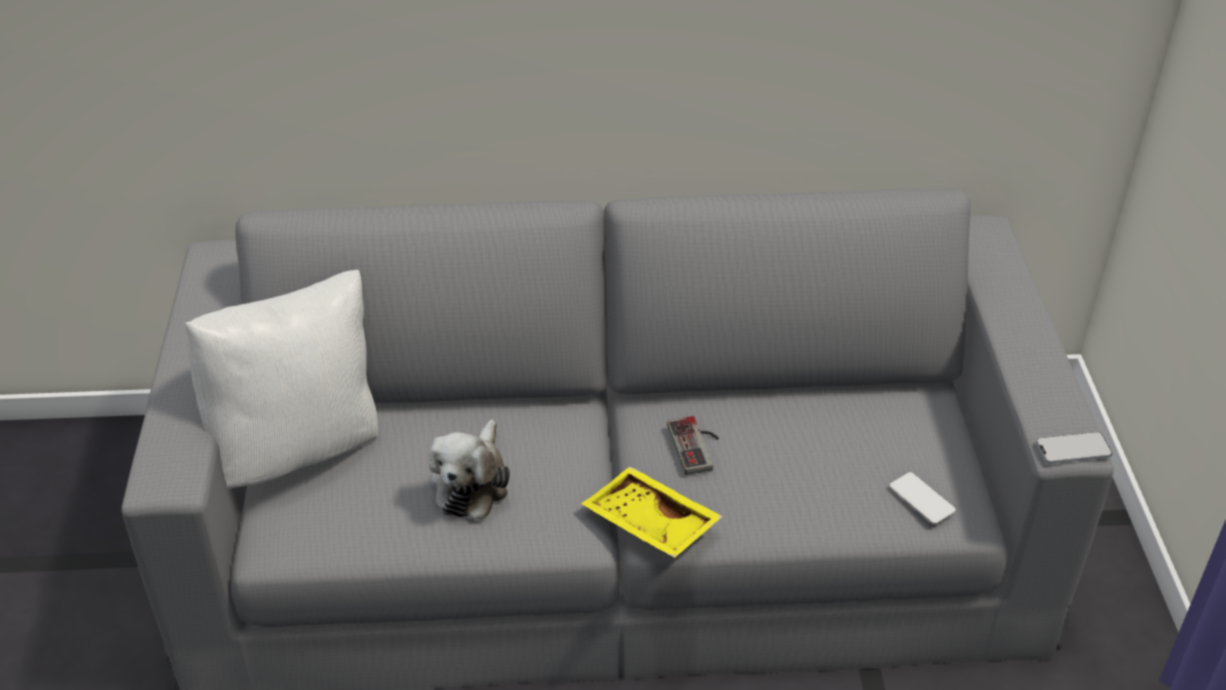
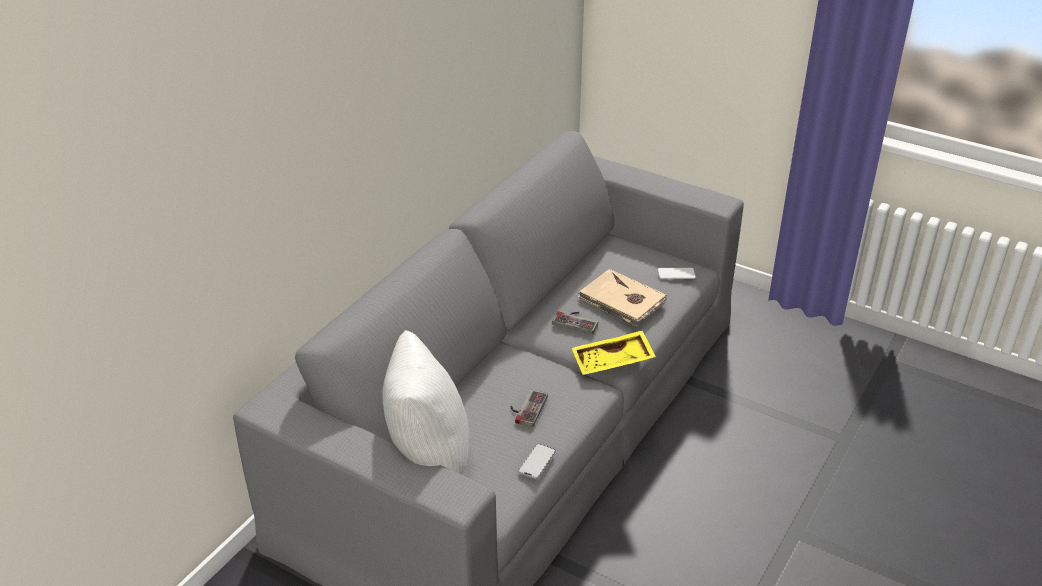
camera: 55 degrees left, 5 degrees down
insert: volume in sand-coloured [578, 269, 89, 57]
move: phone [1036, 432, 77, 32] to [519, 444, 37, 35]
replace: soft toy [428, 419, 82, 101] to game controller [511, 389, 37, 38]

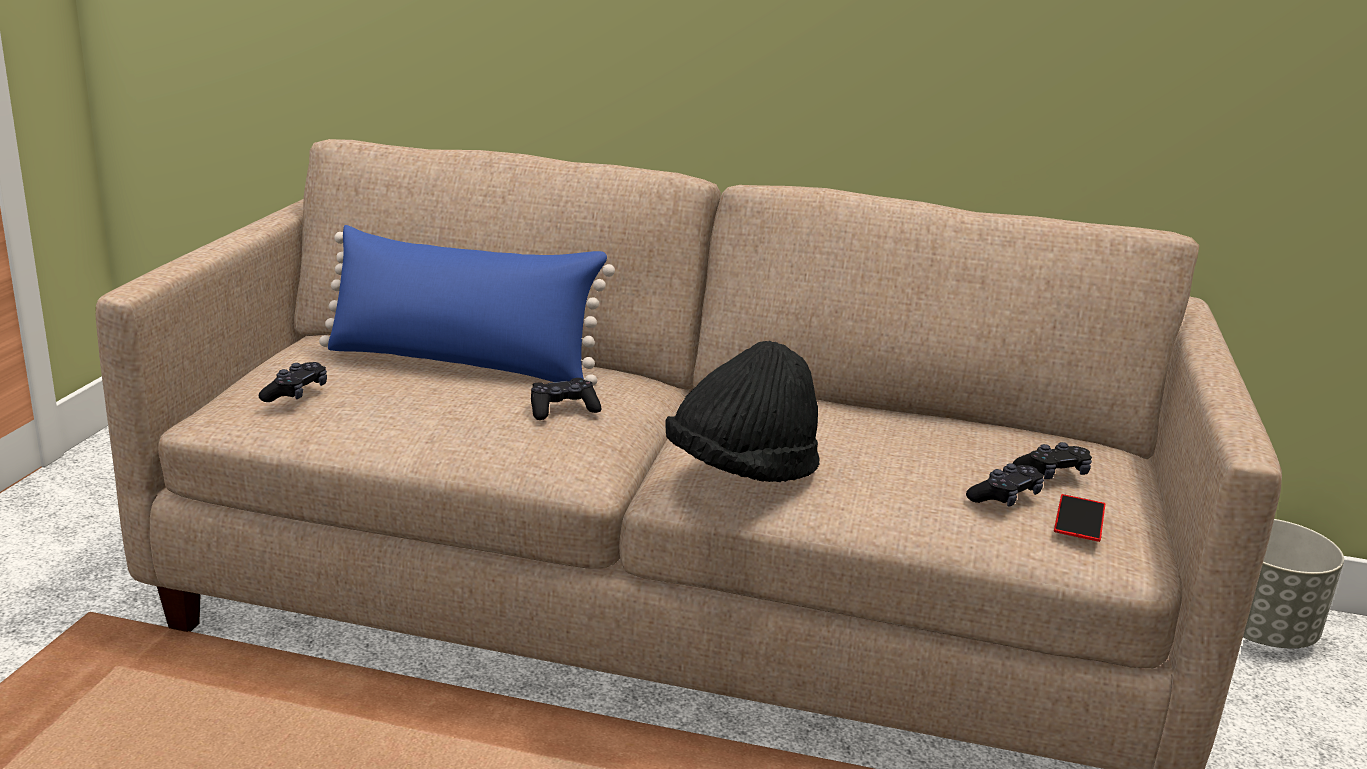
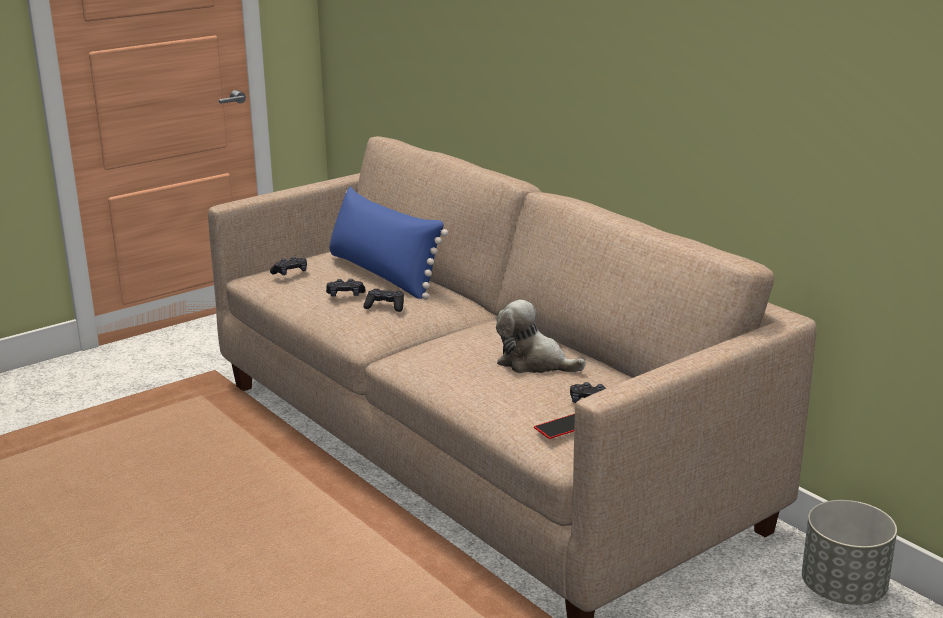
camera: 40 degrees right, 0 degrees up
delete: hat in black-coloured [666, 341, 154, 141]
insert: soft toy [496, 300, 90, 73]
move: game controller in black-coloured [966, 463, 78, 44] to [326, 279, 40, 17]

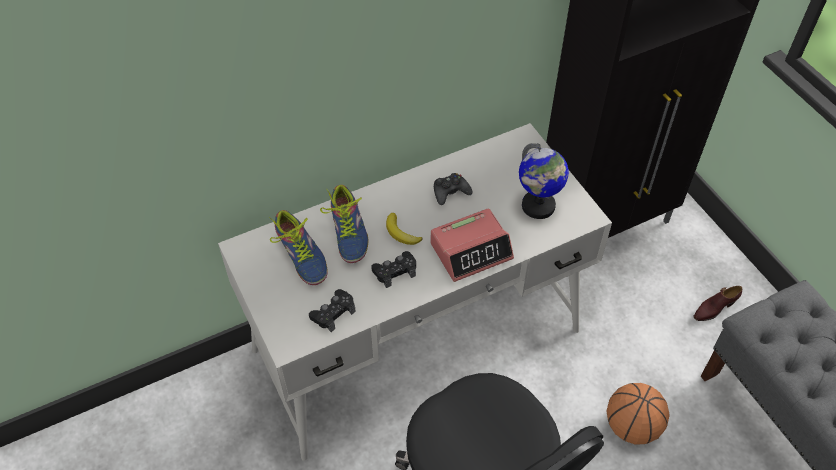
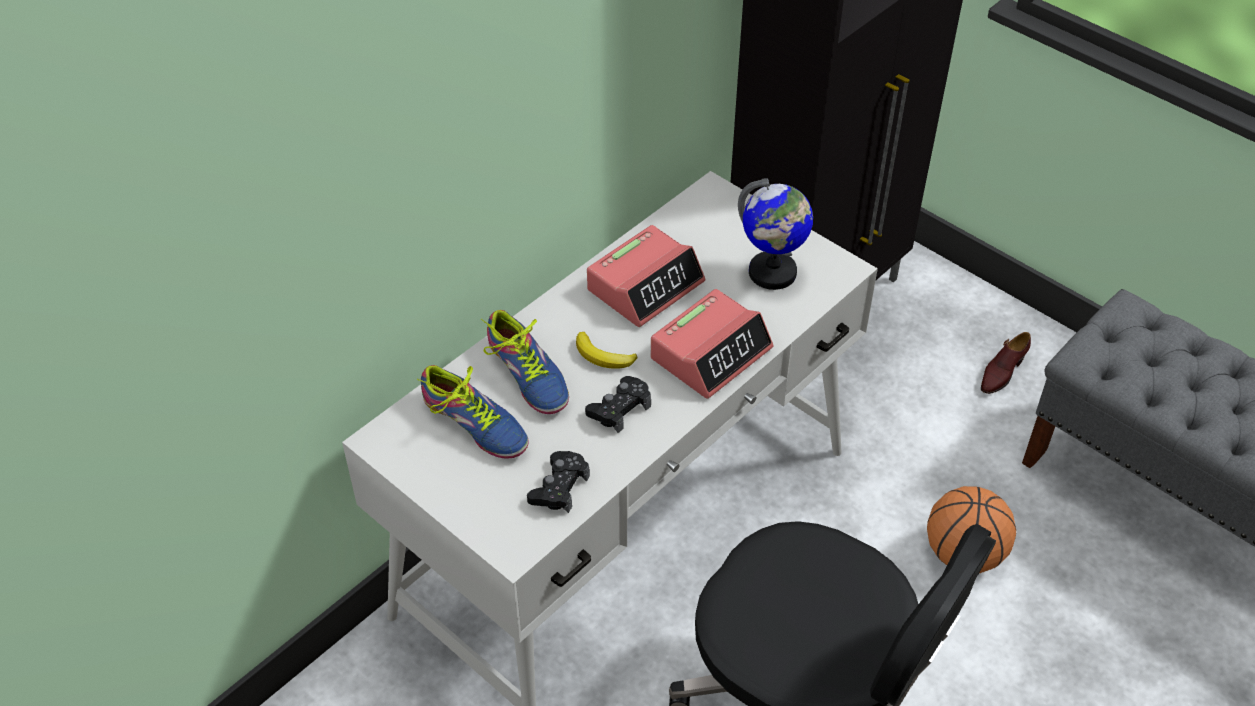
camera: 20 degrees left, 5 degrees down
replace: game controller in black-coloured [434, 173, 38, 32] to bedside clock [587, 225, 118, 102]

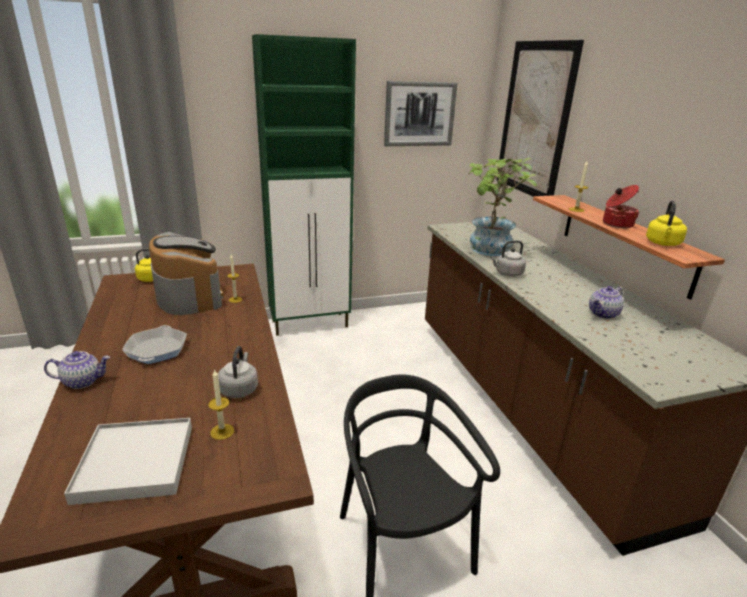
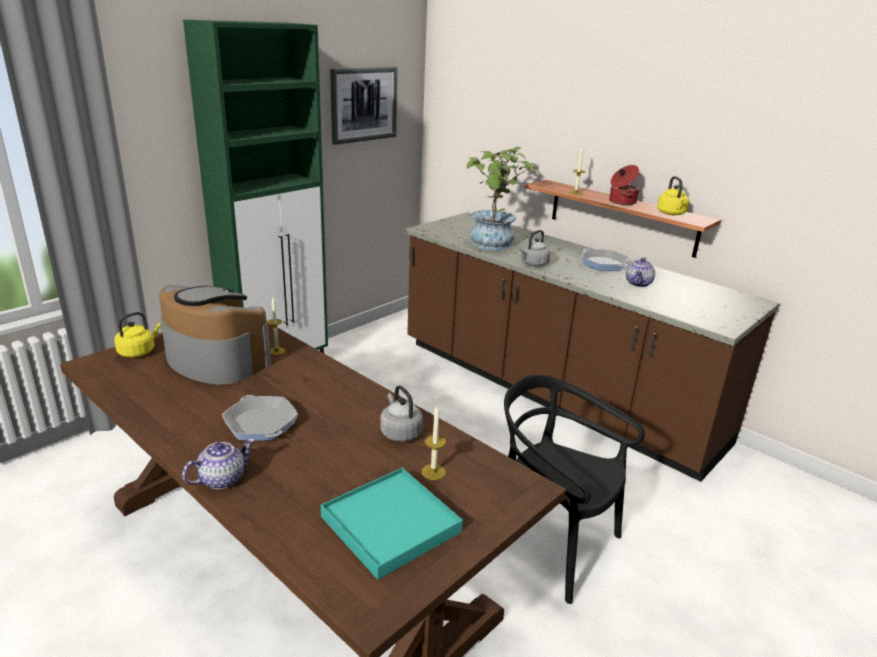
camera: 30 degrees left, 0 degrees up
delete: wall picture [496, 40, 88, 157]
insert: pan [581, 249, 48, 22]
recolor: carrying tray in whitish [64, 418, 128, 87] to carrying tray in turquoise-coloured [321, 468, 142, 112]

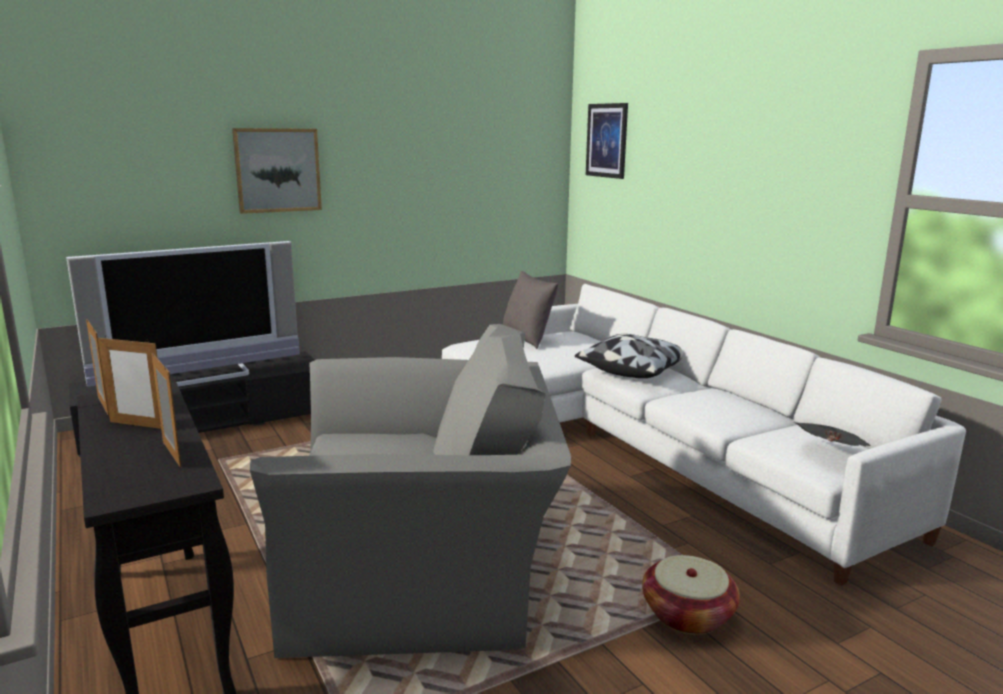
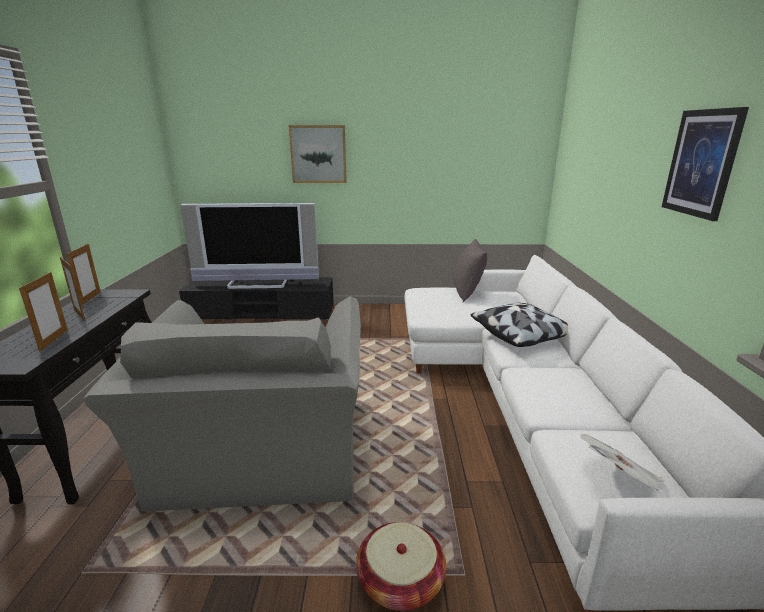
camera: 30 degrees right, 5 degrees up
move: wall picture [586, 103, 42, 76] to [662, 107, 87, 114]
rotate: easy chair in greyish [250, 324, 321, 334] = [83, 296, 278, 216] 60 degrees clockwise

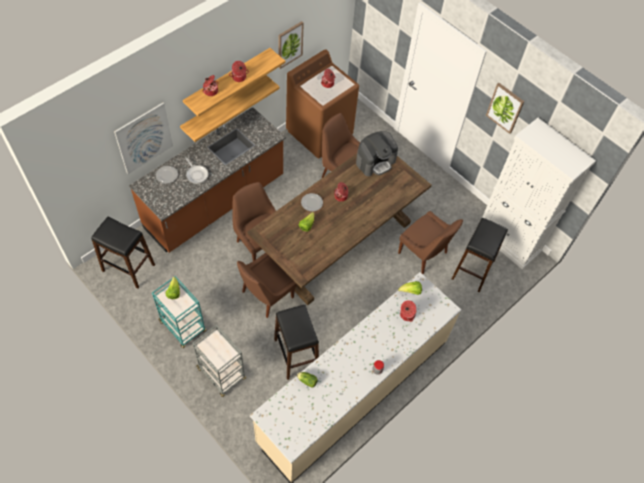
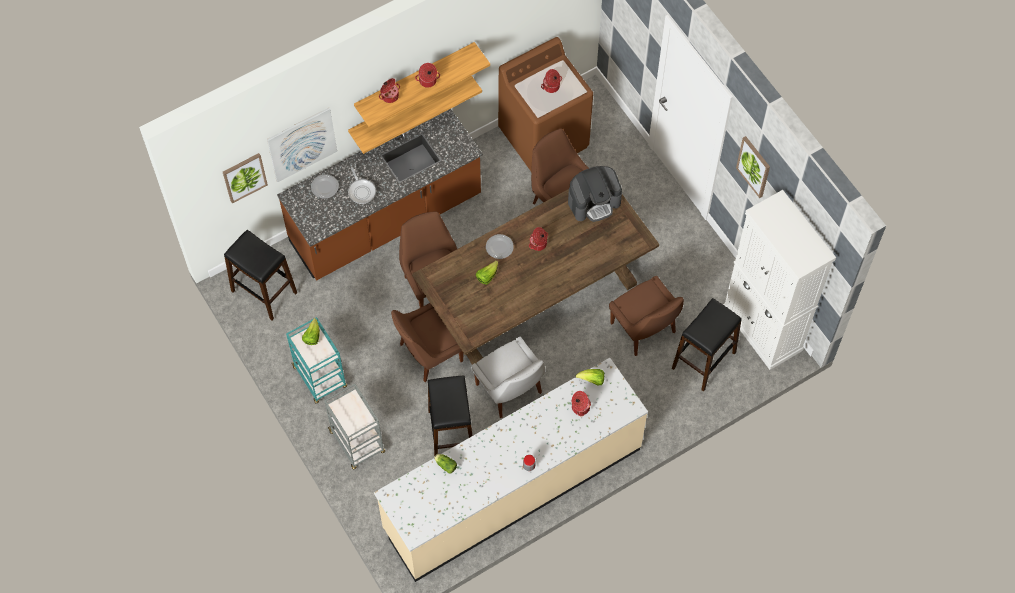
camera: 15 degrees right, 5 degrees up
insert: chair in whitish [471, 337, 74, 81]
move: wall picture [278, 21, 26, 48] to [223, 153, 45, 51]

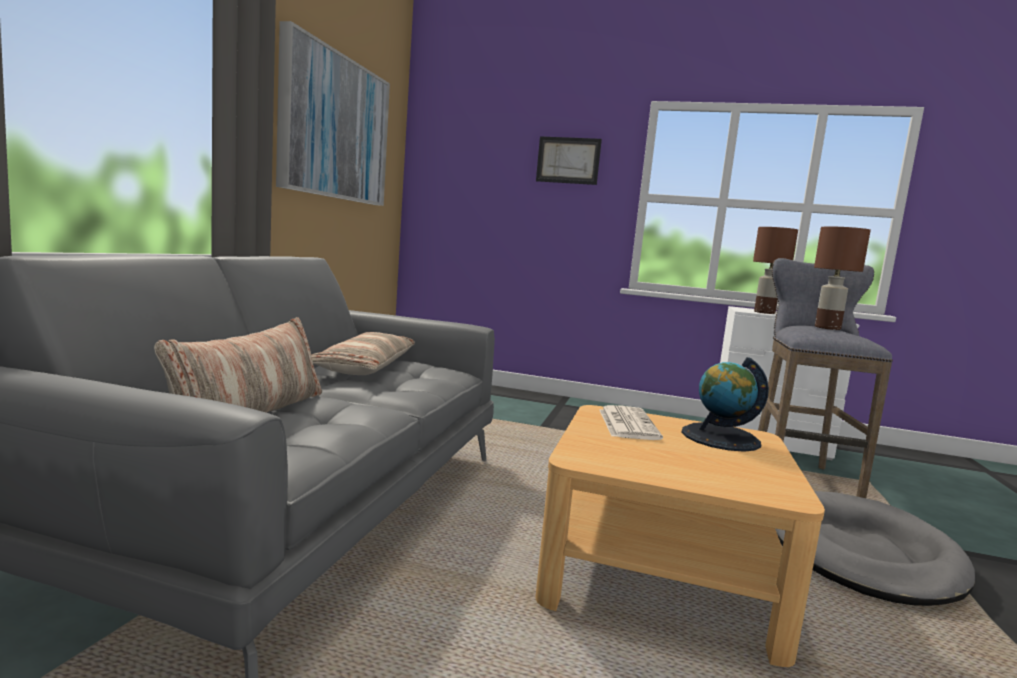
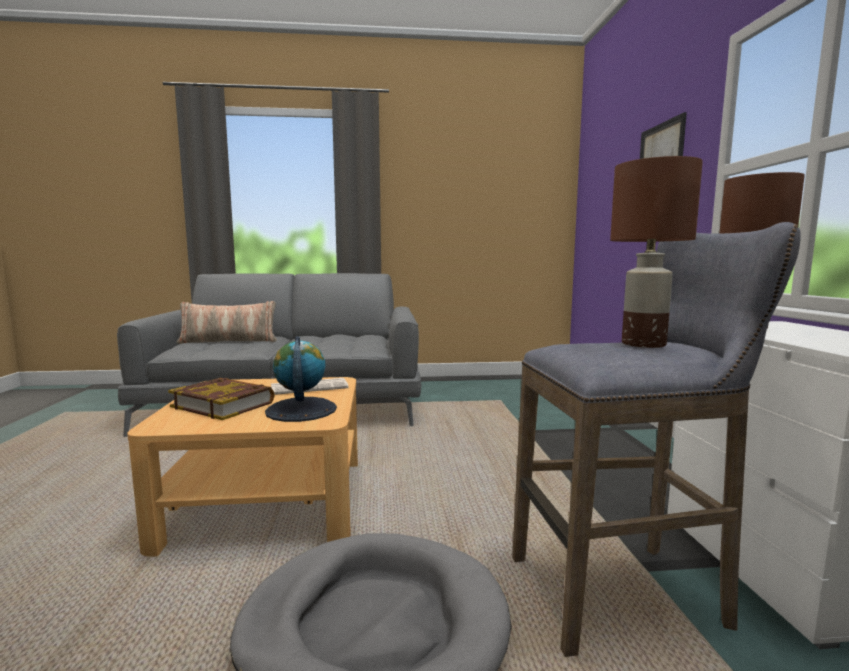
camera: 70 degrees right, 0 degrees up
delete: wall picture [276, 21, 114, 185]; pillow [311, 332, 104, 43]
insert: volume [168, 378, 107, 42]

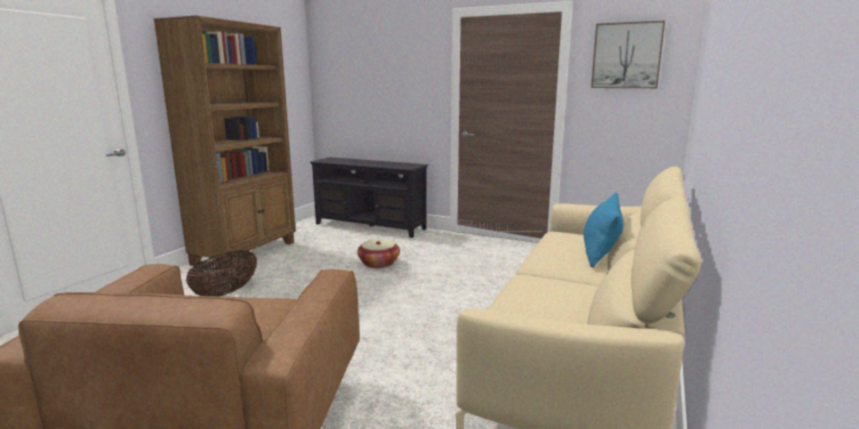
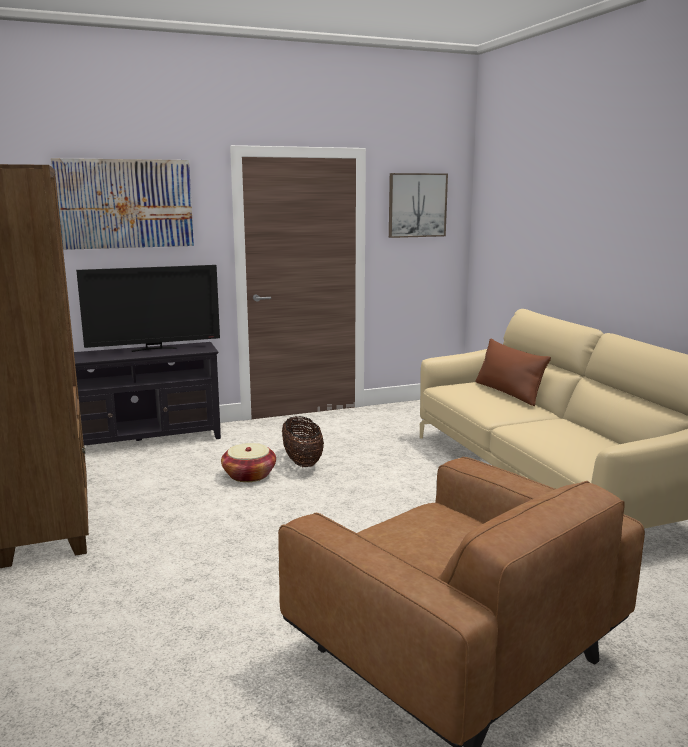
camera: 45 degrees left, 0 degrees up
insert: wall picture [51, 158, 143, 92]; television [76, 265, 144, 87]
move: household basket [186, 250, 71, 47] to [282, 416, 42, 51]
recolor: pillow in bluish [584, 192, 39, 76] to pillow in brown [475, 339, 76, 67]

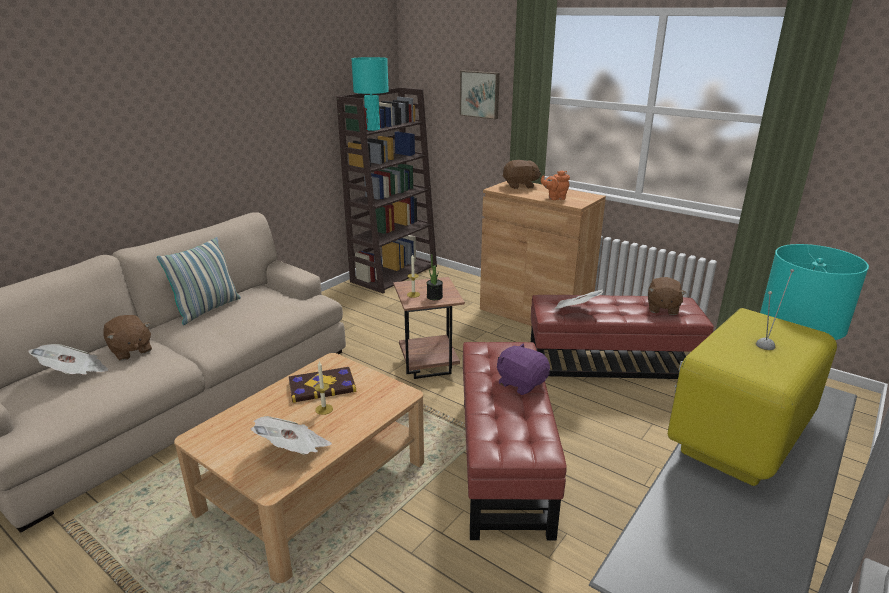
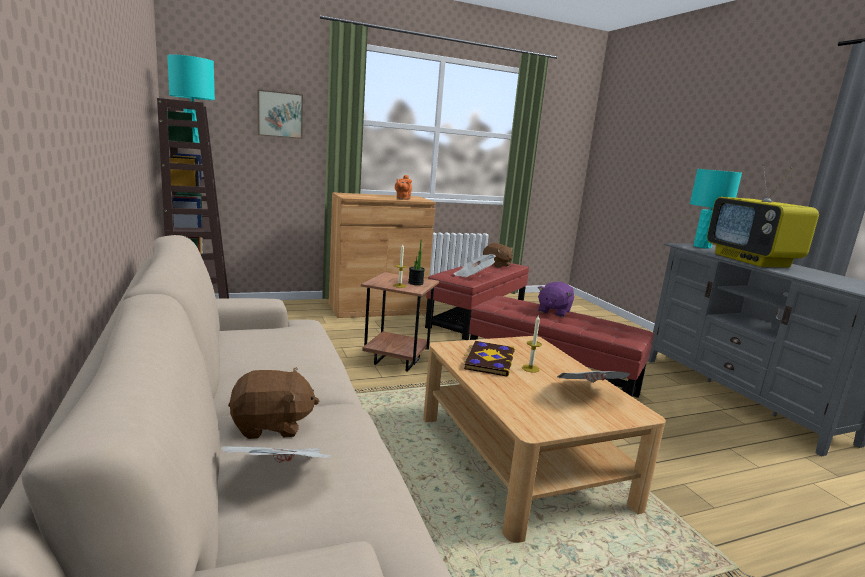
camera: 60 degrees left, 10 degrees down
delete: pillow [157, 237, 84, 88]; soft toy in brown [503, 160, 38, 29]
rotate: soft toy in purplish [497, 343, 53, 52] = [538, 282, 36, 35] 45 degrees counterclockwise

